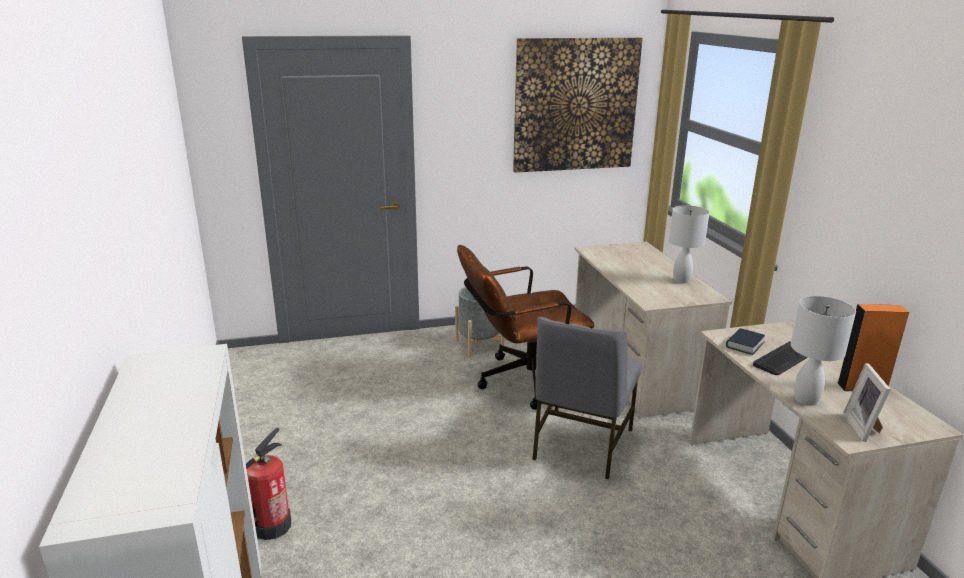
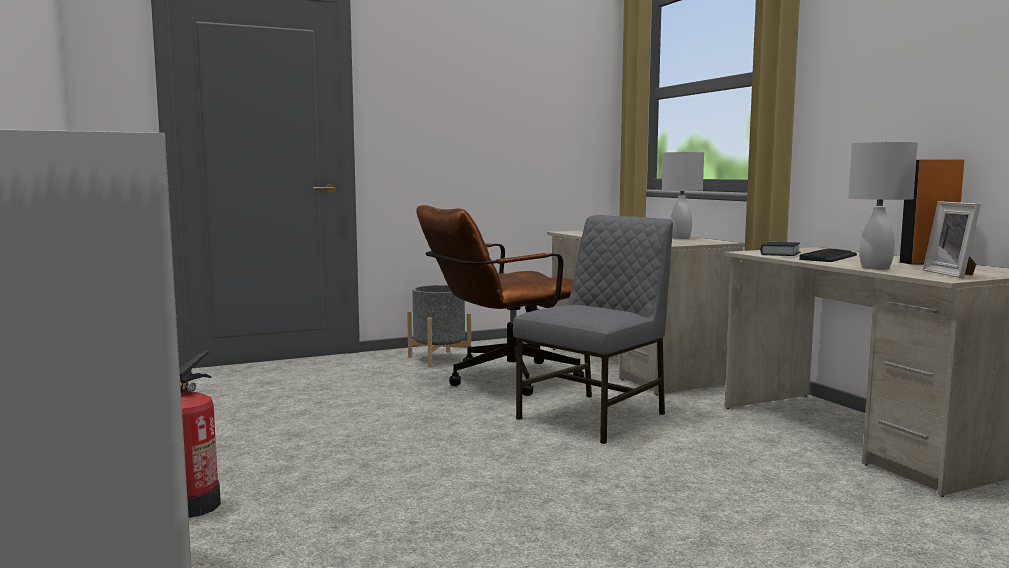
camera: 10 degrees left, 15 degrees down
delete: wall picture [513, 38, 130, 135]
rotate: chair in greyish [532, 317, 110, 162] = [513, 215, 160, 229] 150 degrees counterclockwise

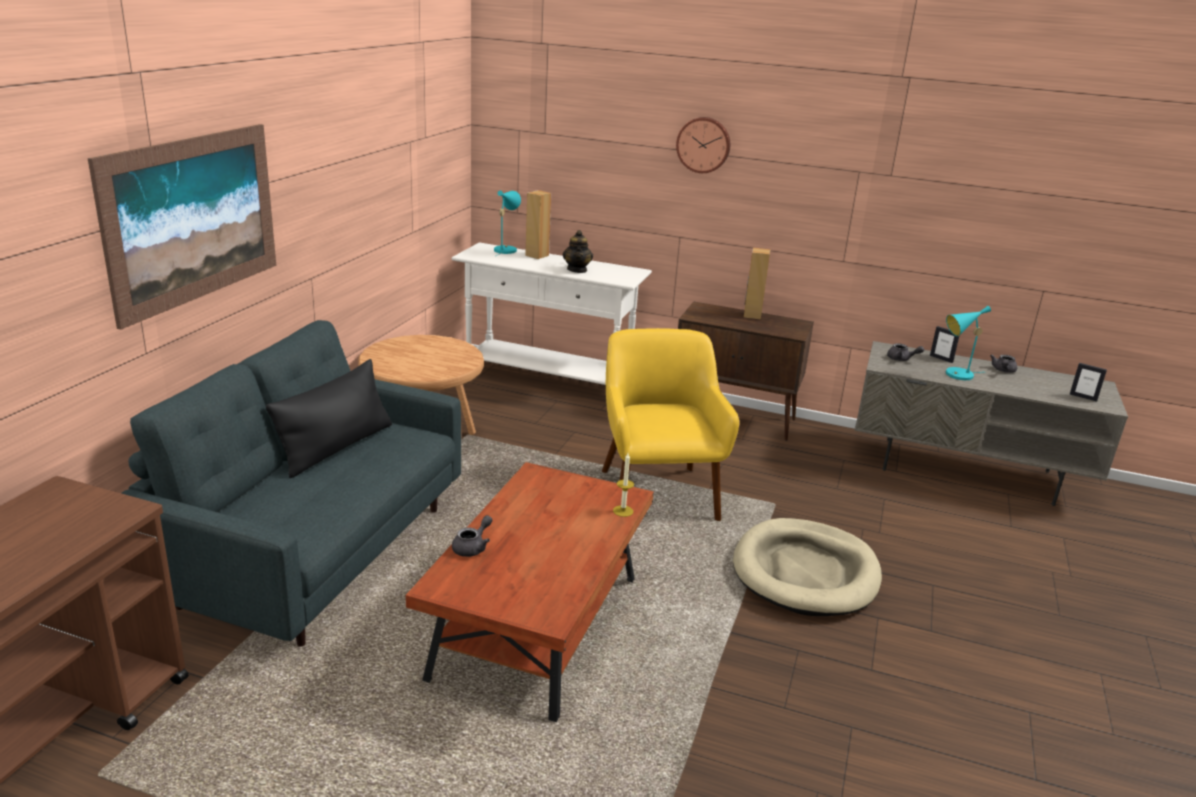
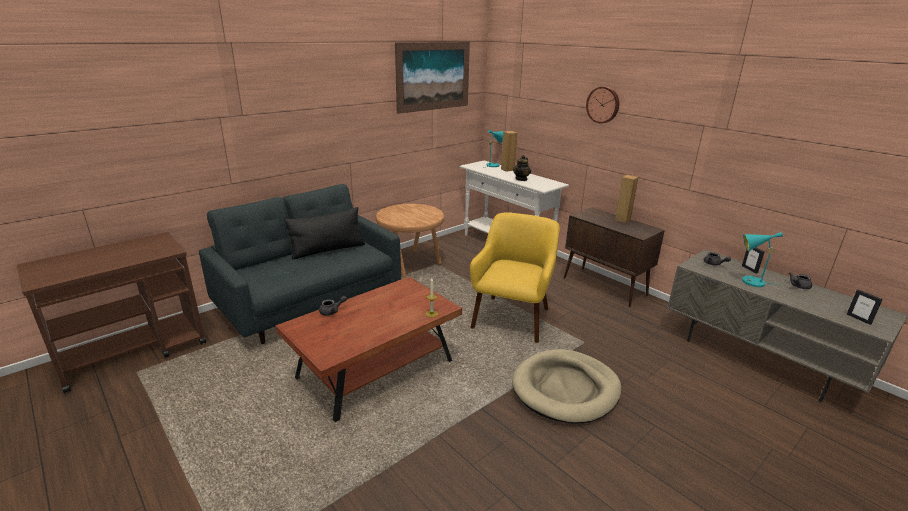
camera: 30 degrees right, 0 degrees up
move: wall picture [88, 124, 188, 206] to [395, 42, 75, 72]

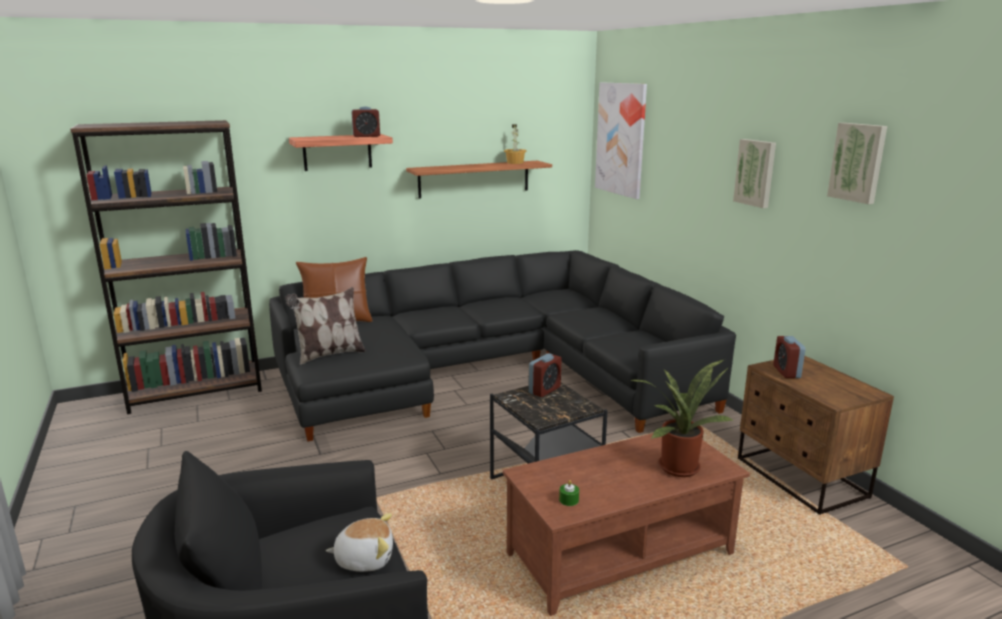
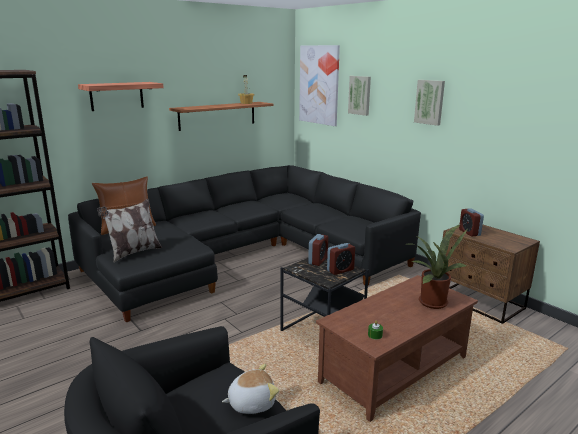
camera: 15 degrees left, 0 degrees up
move: bedside clock [351, 106, 29, 31] to [327, 243, 28, 32]; wall picture [827, 123, 60, 81] to [348, 76, 23, 40]

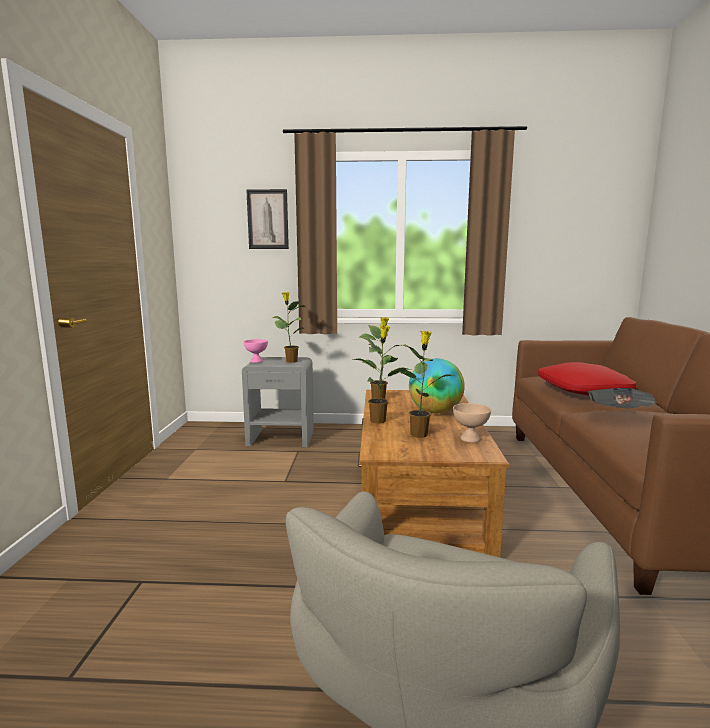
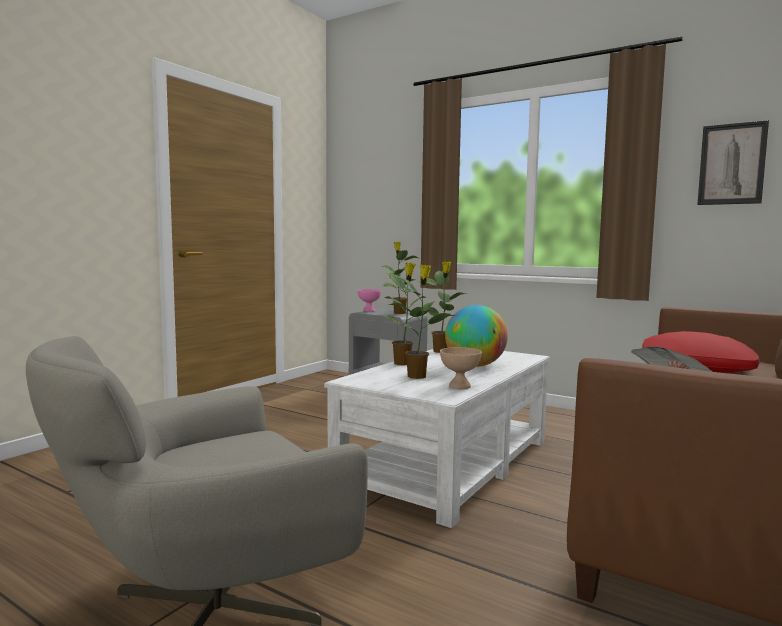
camera: 30 degrees right, 5 degrees down
move: wall picture [246, 189, 43, 60] to [697, 120, 72, 85]
recolor: coffee table in brown [358, 390, 151, 167] to coffee table in whitish [324, 349, 226, 179]

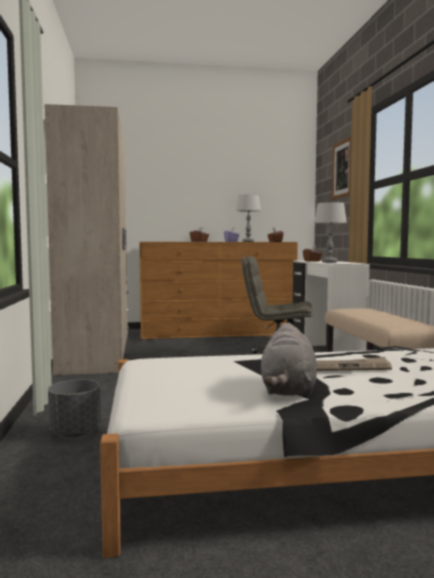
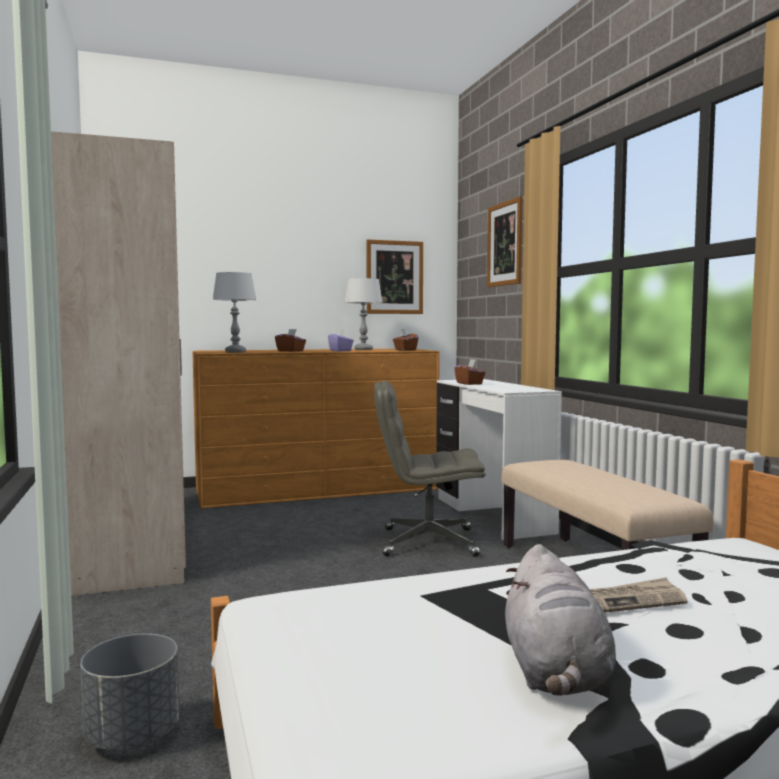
camera: 10 degrees left, 0 degrees up
insert: wall picture [366, 239, 57, 75]
move: lamp for a table in greyish [314, 202, 33, 61] to [212, 272, 44, 81]

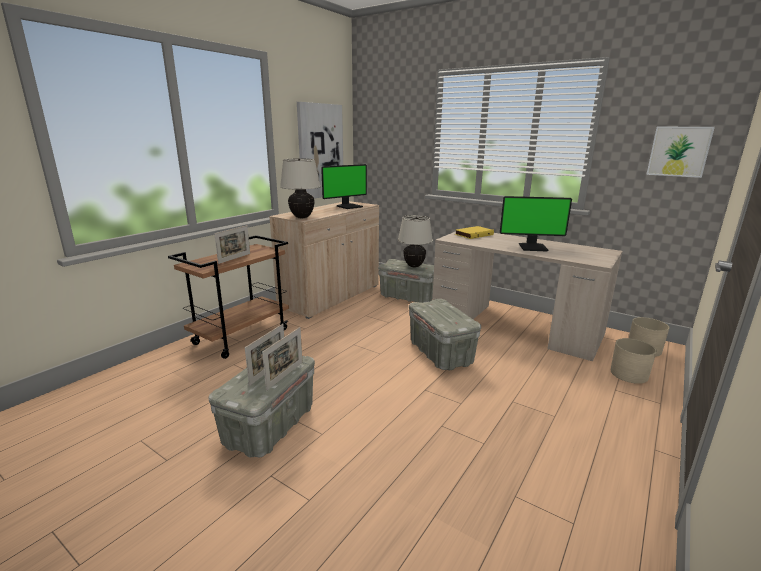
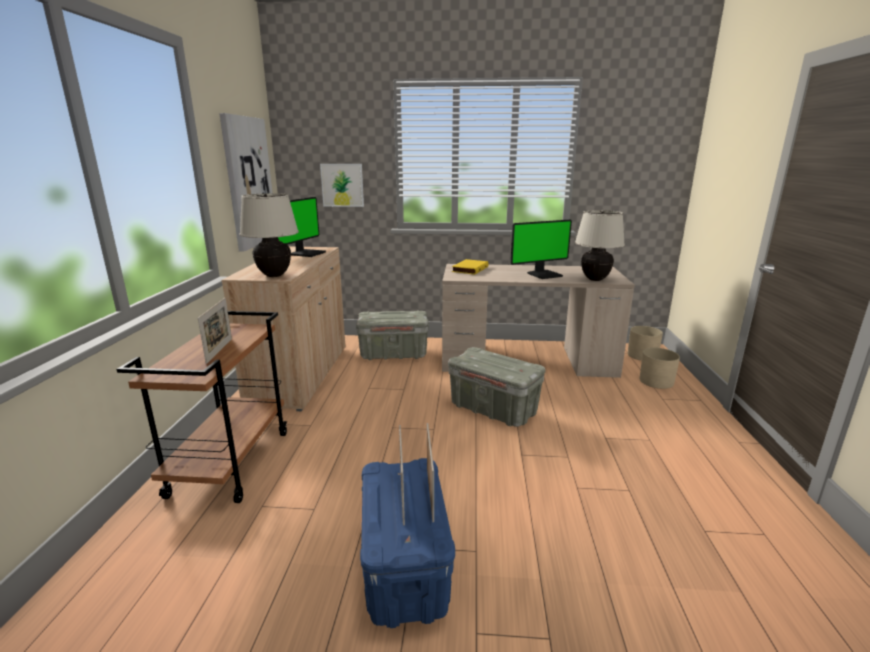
camera: 30 degrees left, 0 degrees up
move: wall picture [646, 127, 69, 51] to [320, 164, 44, 43]; lamp for a table in sand-coloured [398, 215, 35, 52] to [575, 210, 50, 71]
recolor: storage container in greyish [209, 356, 106, 102] to storage container in bluish [360, 458, 95, 170]

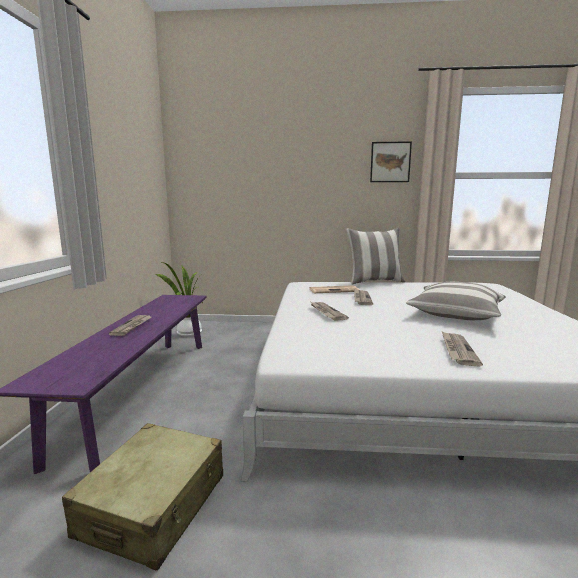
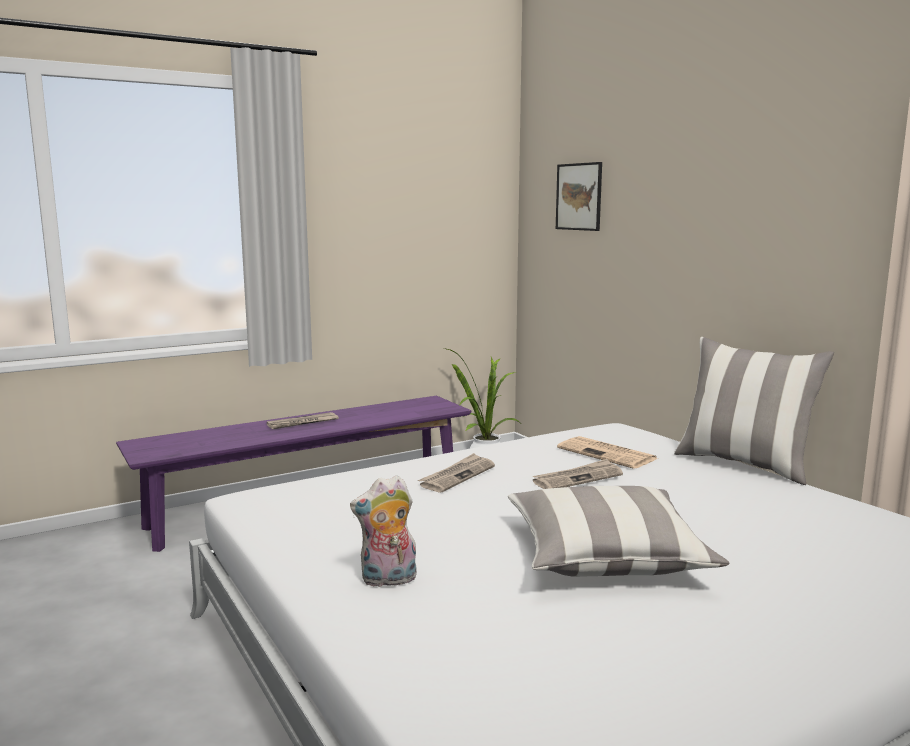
camera: 55 degrees right, 0 degrees up
delete: travel case in sand-coloured [62, 423, 161, 147]
move: wall picture [370, 141, 42, 41] to [556, 162, 46, 69]
replace: printed paper [442, 332, 41, 34] to soft toy [350, 475, 67, 112]

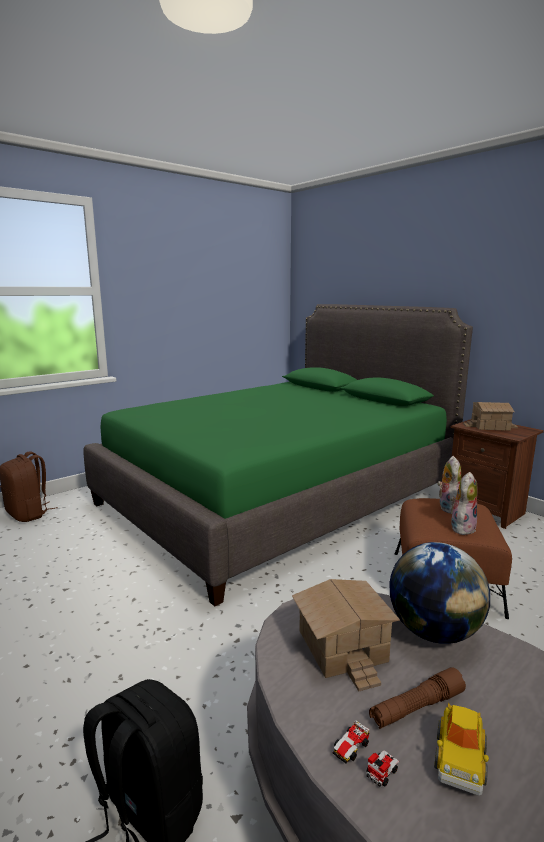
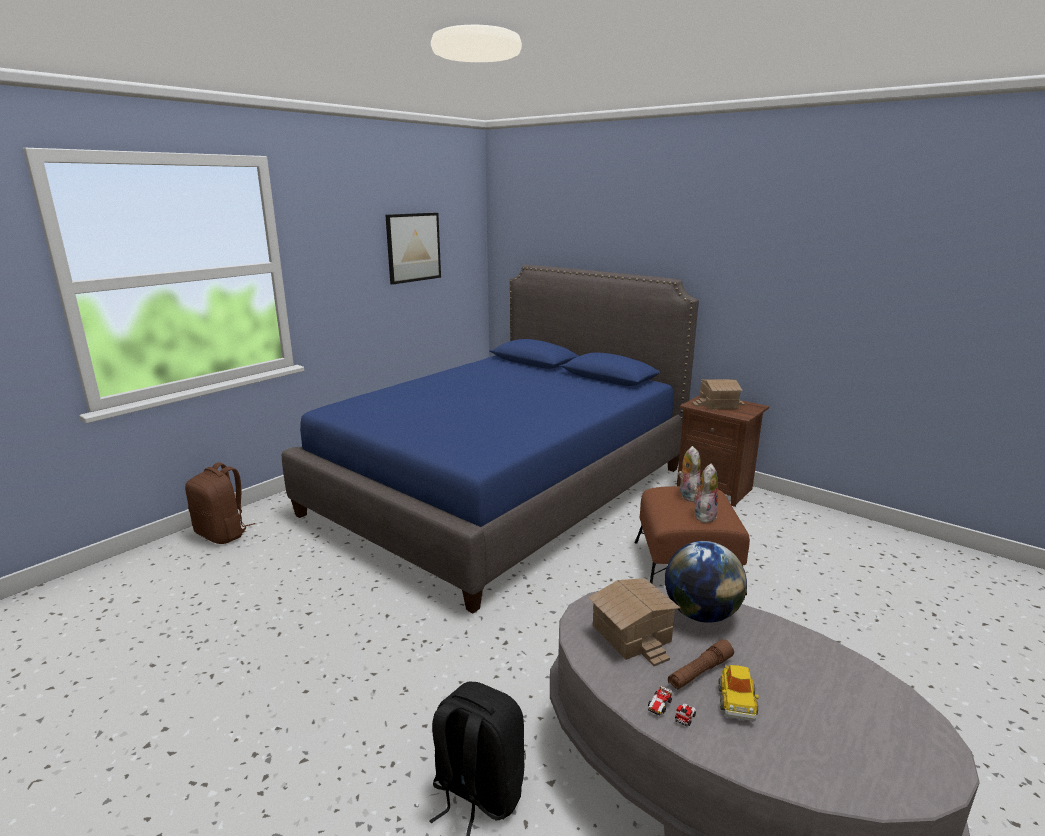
camera: 10 degrees left, 5 degrees up
insert: wall picture [385, 213, 56, 72]
recolor: bedroom bed in green [83, 304, 390, 303] to bedroom bed in bluish [282, 265, 417, 348]

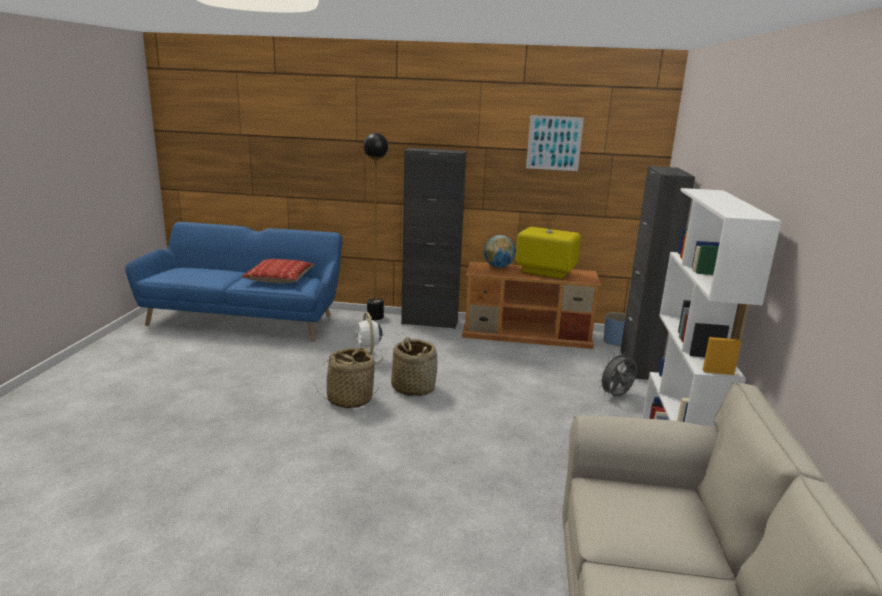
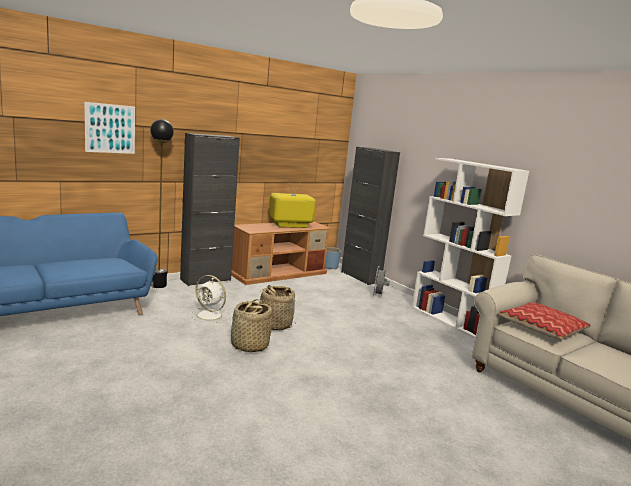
camera: 45 degrees left, 5 degrees down
delete: globe [484, 235, 32, 33]
move: wall picture [526, 115, 58, 56] to [84, 102, 51, 52]; pillow [241, 259, 74, 24] to [498, 302, 93, 38]

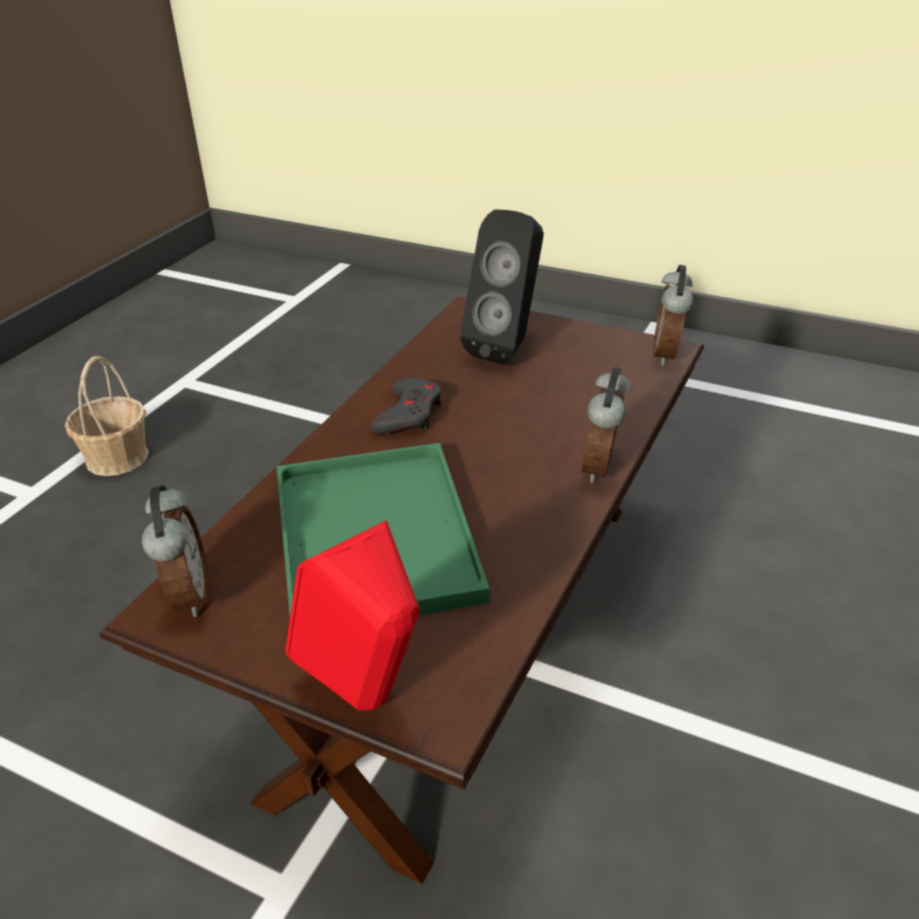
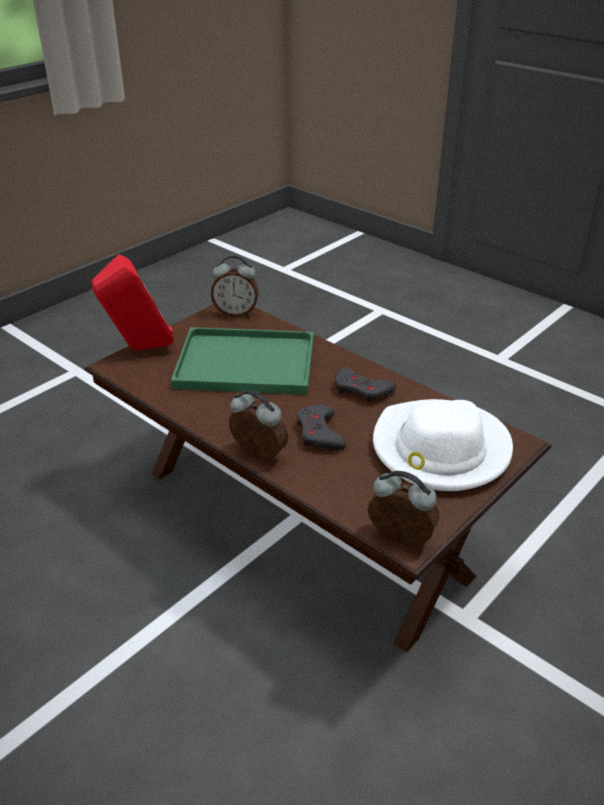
camera: 105 degrees right, 0 degrees up
delete: household basket [65, 356, 84, 120]
insert: game controller in greyish [297, 404, 49, 46]
replace: loudspeaker in black-coloured [460, 209, 84, 156] to hat in whitish [373, 399, 140, 92]

